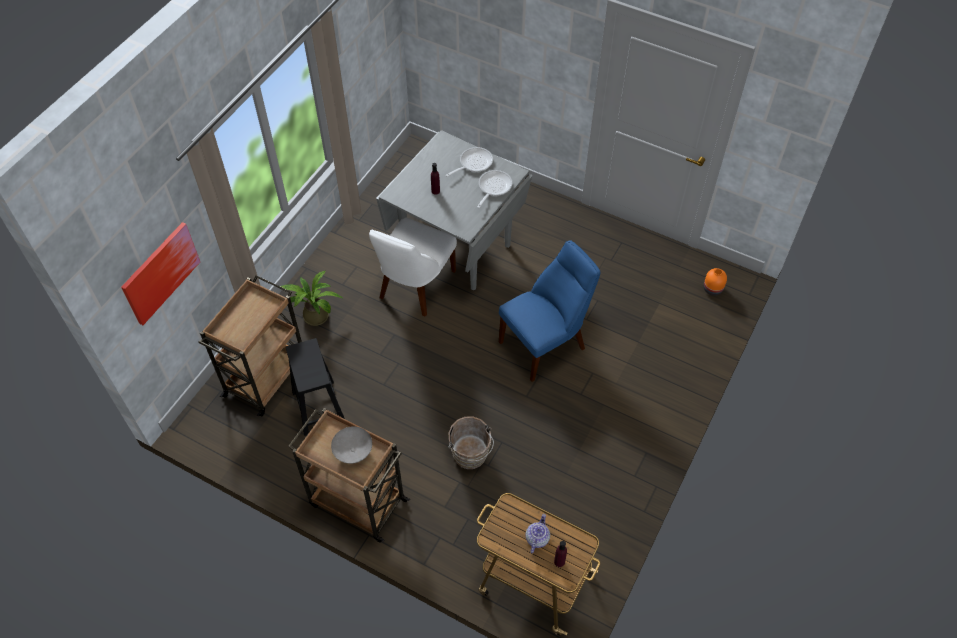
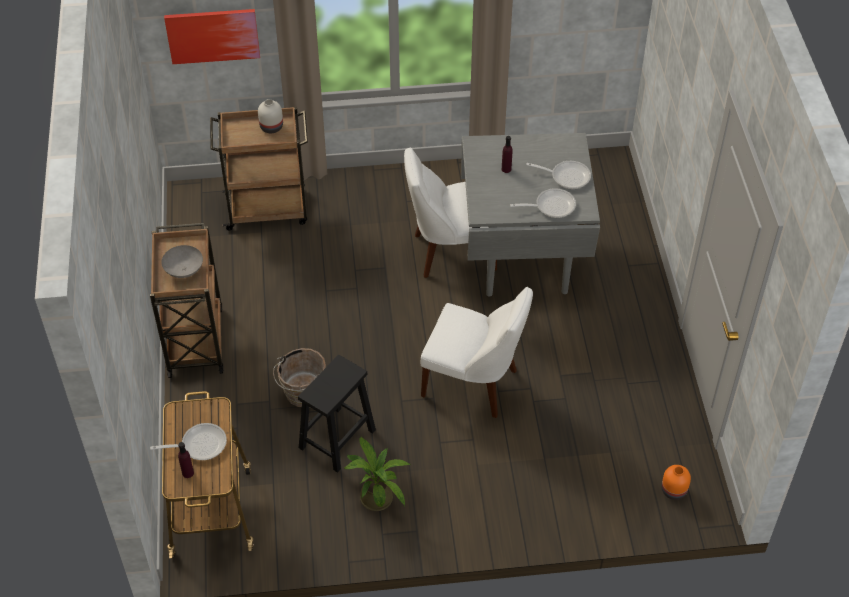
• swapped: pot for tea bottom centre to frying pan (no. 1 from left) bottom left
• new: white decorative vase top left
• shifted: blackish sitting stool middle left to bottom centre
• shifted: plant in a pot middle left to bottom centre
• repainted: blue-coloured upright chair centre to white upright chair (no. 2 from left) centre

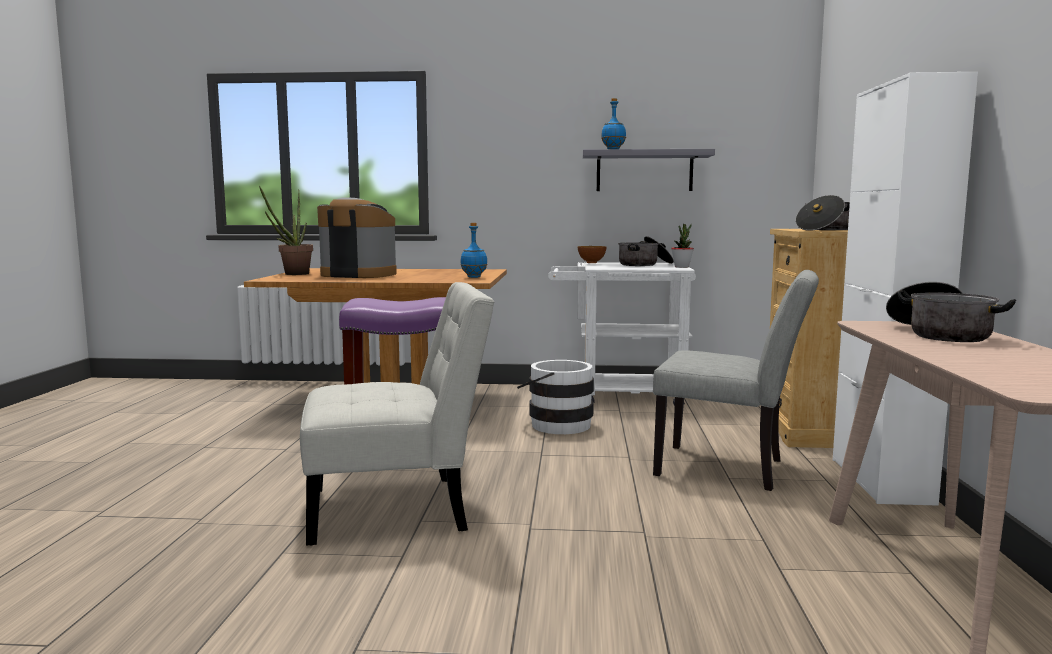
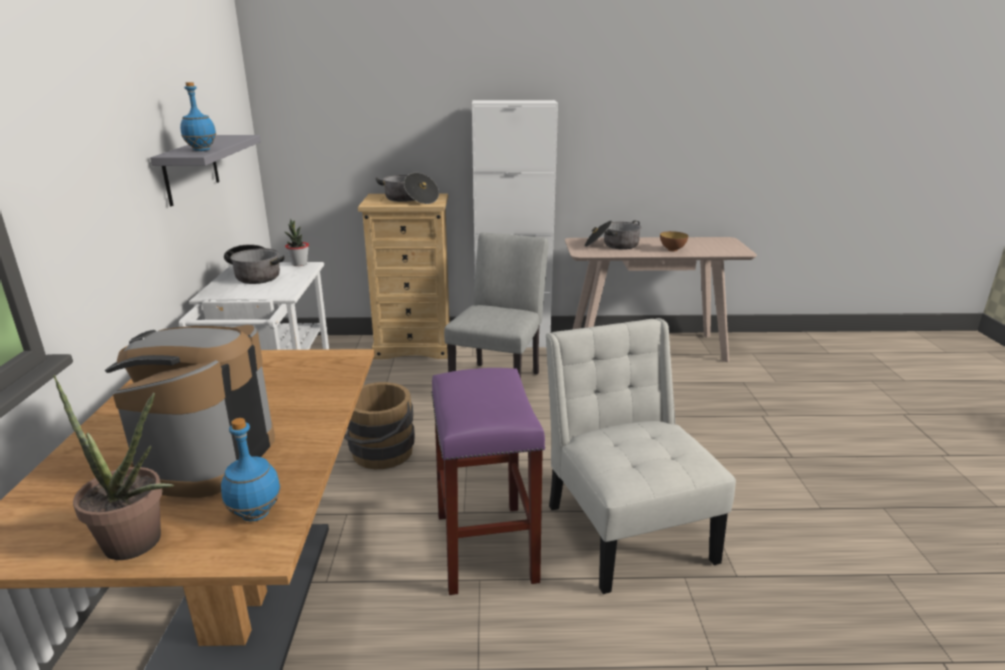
• shifted: blue-coloured drink bottle (no. 1 from left in the first image) centre to blue-coloured drink bottle (no. 2 from left) bottom left
• repainted: white water bucket centre to brown-coloured water bucket centre
• shifted: bowl centre to middle right

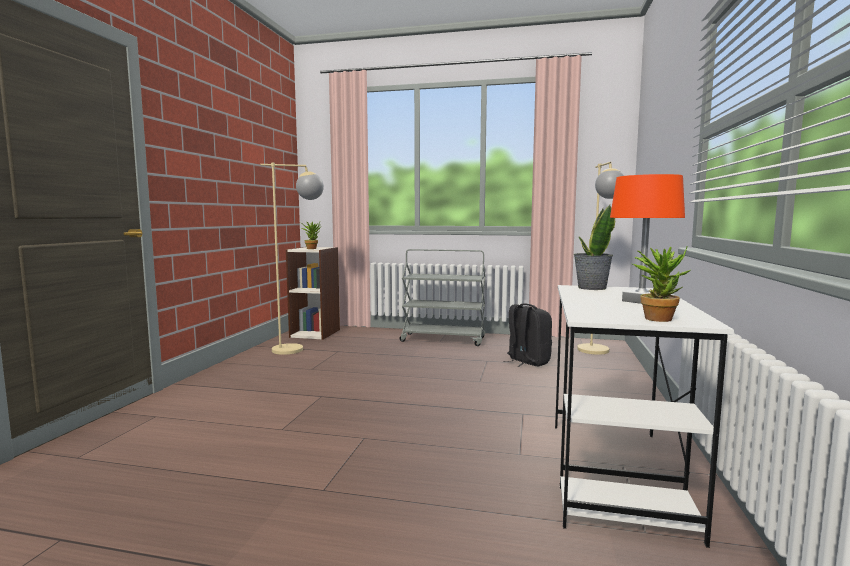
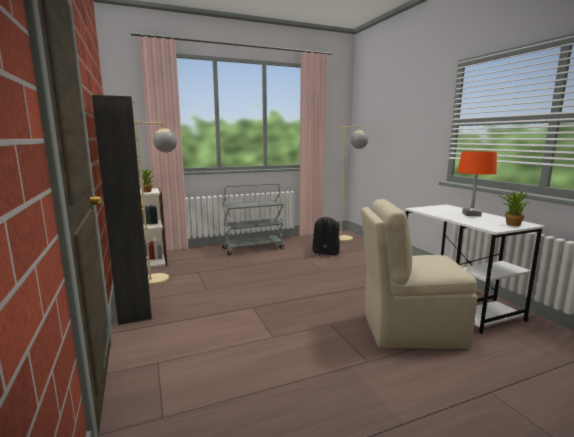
• new: blackish cabinet middle left
• new: beige-coloured upright chair middle right
• gone: plant in a pot (no. 2 from left) middle right

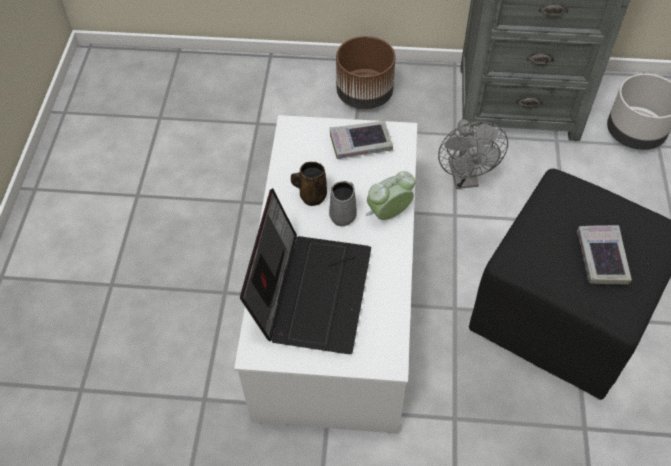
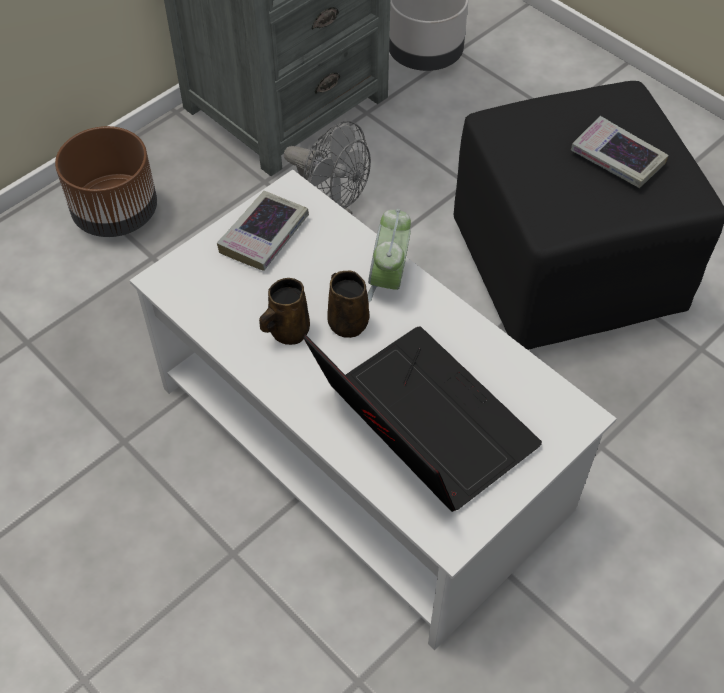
• repainted: gray tea mug centre to brown-coloured tea mug (no. 2 from left) centre

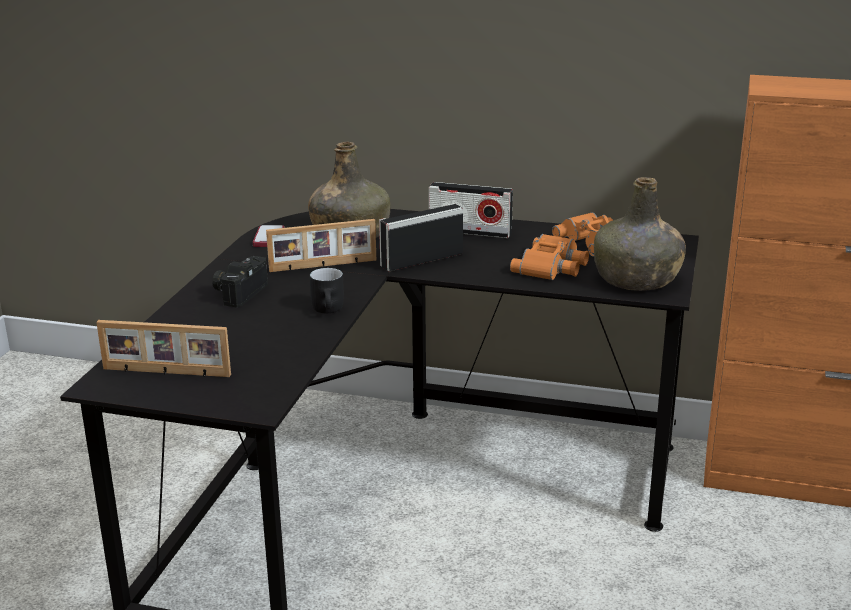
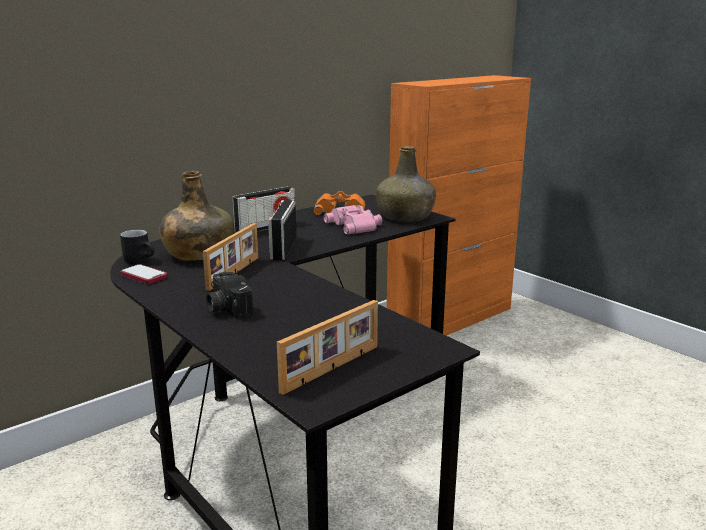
• shifted: blackish tea mug centre to middle left
• repainted: orange-coloured pair of binoculars (no. 1 from left) centre to pinkish pair of binoculars centre

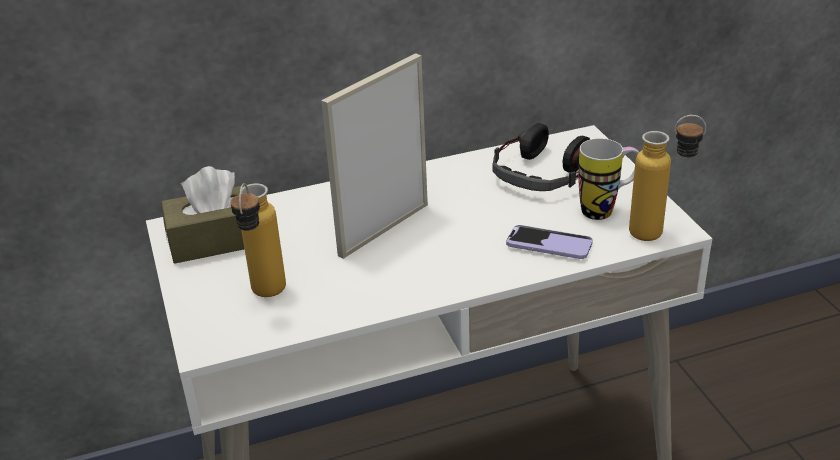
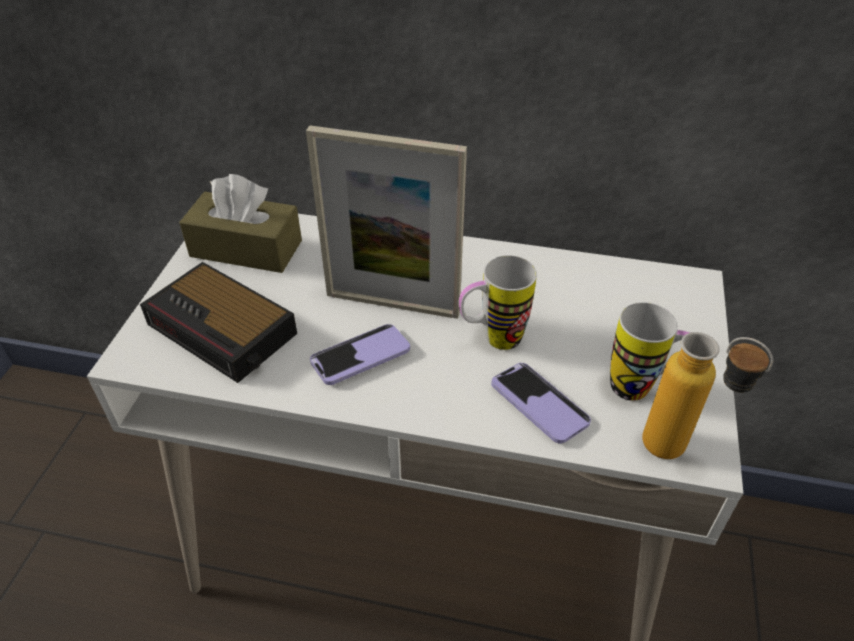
• swapped: drink bottle (no. 1 from left) middle left to table clock middle left
• rotated: picture frame centre = centre 150 degrees counterclockwise
• new: telephone (no. 1 from left) centre
• new: tea mug (no. 1 from left) centre
• gone: pair of headphones centre

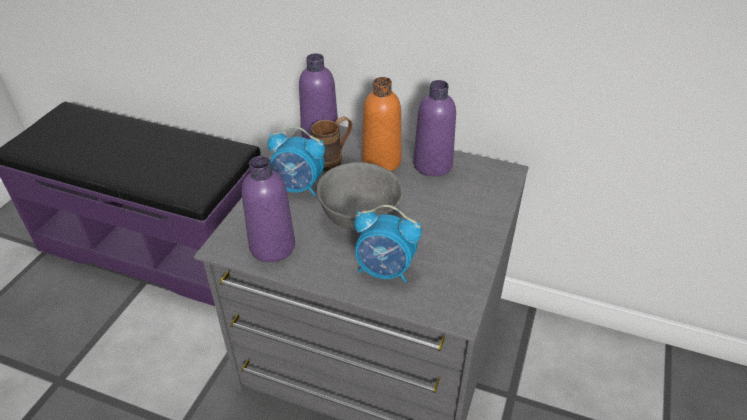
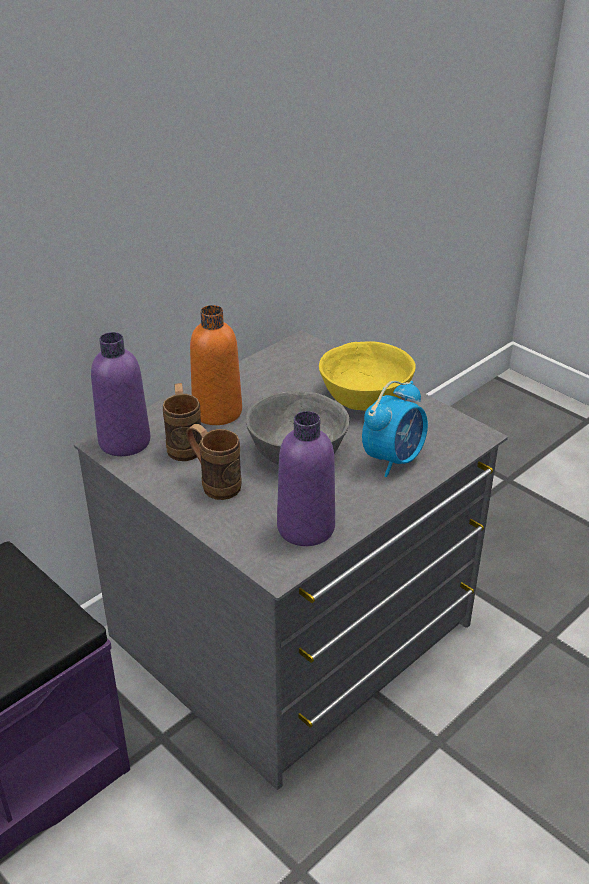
• swapped: table clock (no. 1 from left) centre to brown-coloured tea mug (no. 2 from left) centre
• new: yellow-coloured bowl centre
• gone: purplish drink bottle (no. 3 from left) top centre

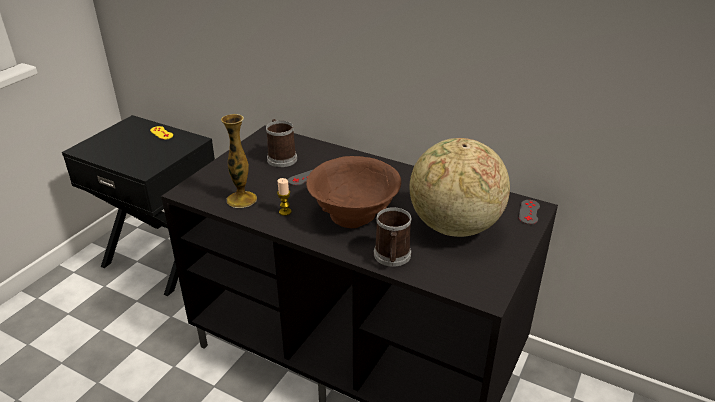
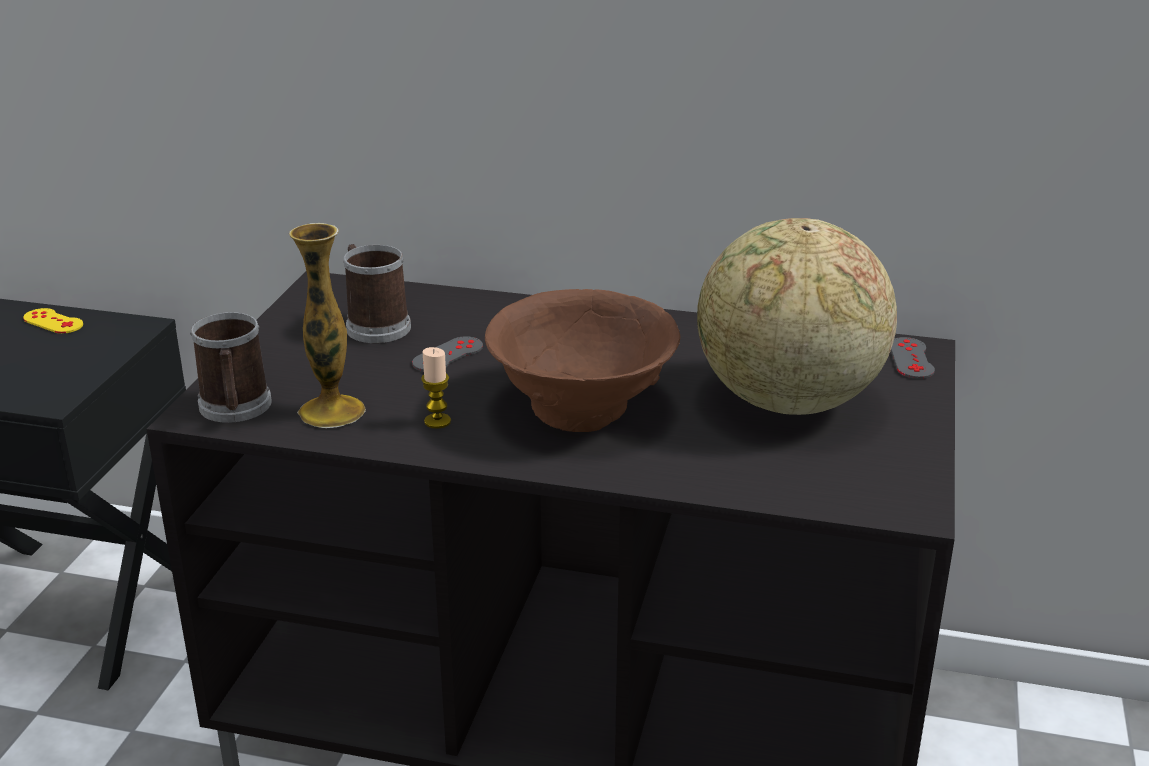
• shifted: tea mug (no. 2 from left in the first image) centre to tea mug (no. 1 from left) middle left

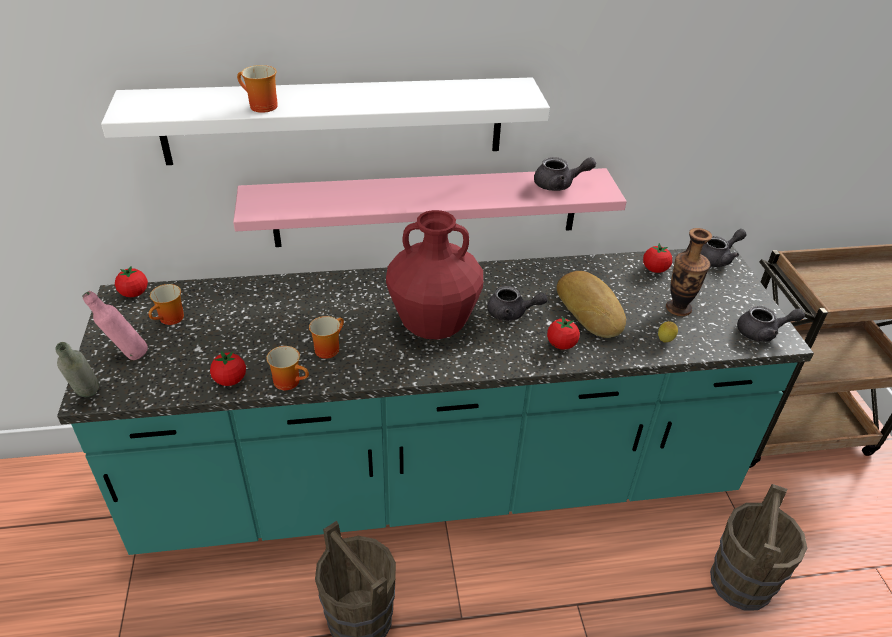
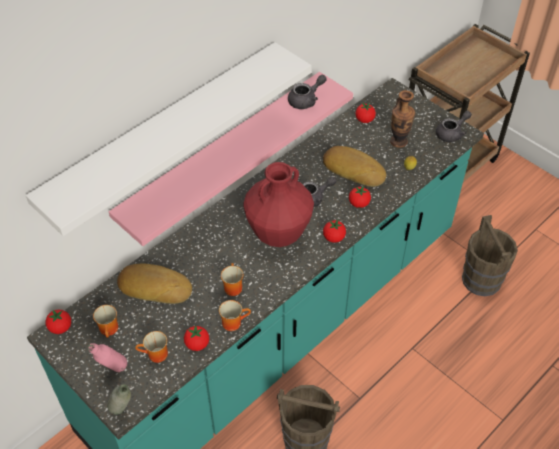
• new: baked bread (no. 1 from left) middle left
• shifted: tea mug (no. 2 from left) top left to bottom left
• new: whole tomato (no. 3 from left) centre
• gone: gray pot for tea (no. 3 from left) middle right

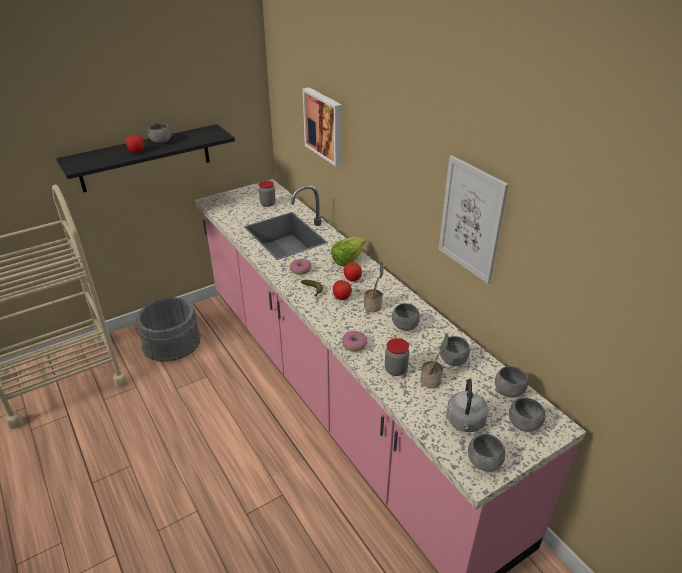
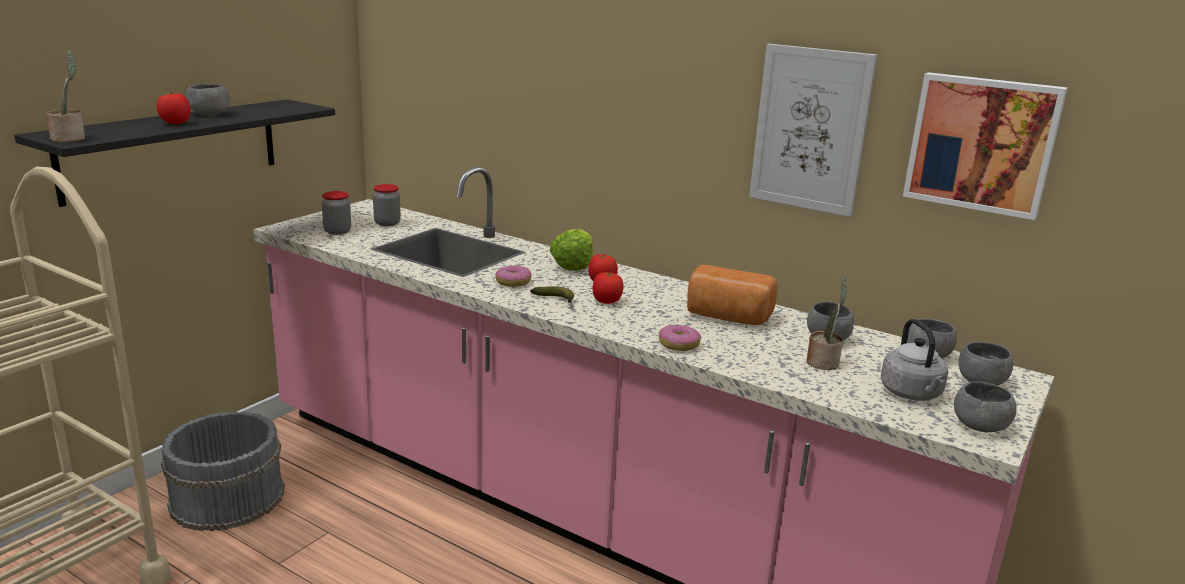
• shifted: plant in a pot (no. 1 from left) centre to top left
• shifted: jar (no. 2 from left in the first image) centre to jar (no. 1 from left) middle left
• swapped: gray bowl (no. 2 from left) centre to baked bread centre
• shifted: wall picture (no. 1 from left in the first image) top centre to wall picture (no. 2 from left) top right

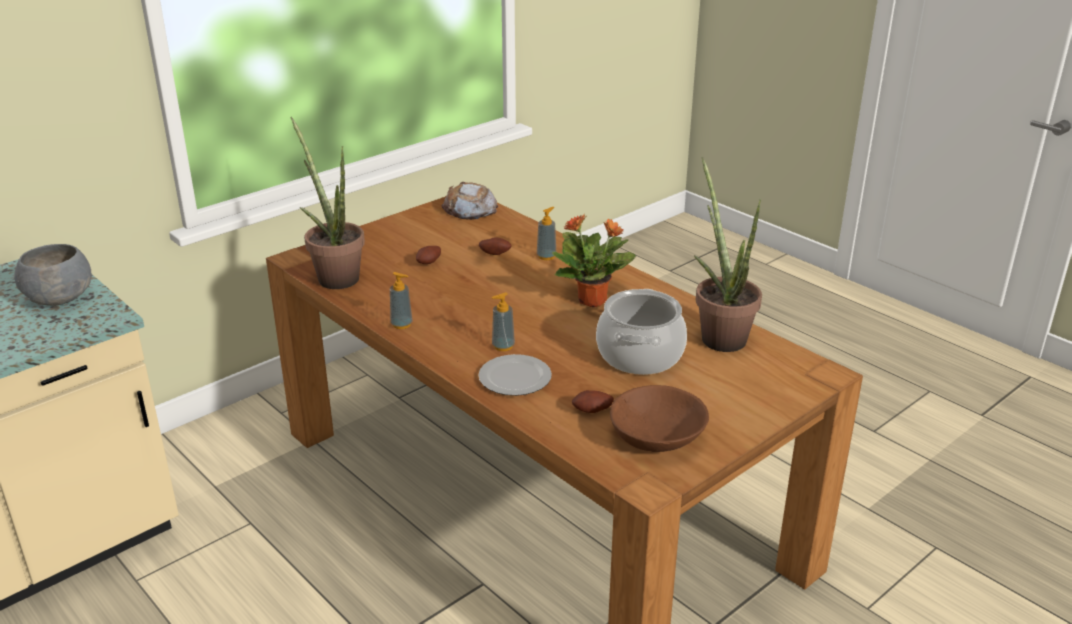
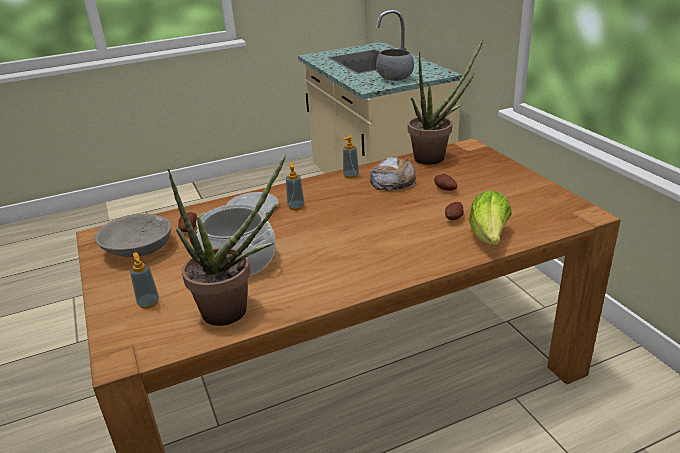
• repainted: brown-coloured bowl bottom centre to gray bowl (no. 1 from left) middle left
• shifted: soap dispenser (no. 3 from left in the first image) centre to soap dispenser (no. 1 from left) middle left
• shifted: baked bread top centre to centre
• new: lettuce middle right
• gone: plant in a pot (no. 2 from left) centre

